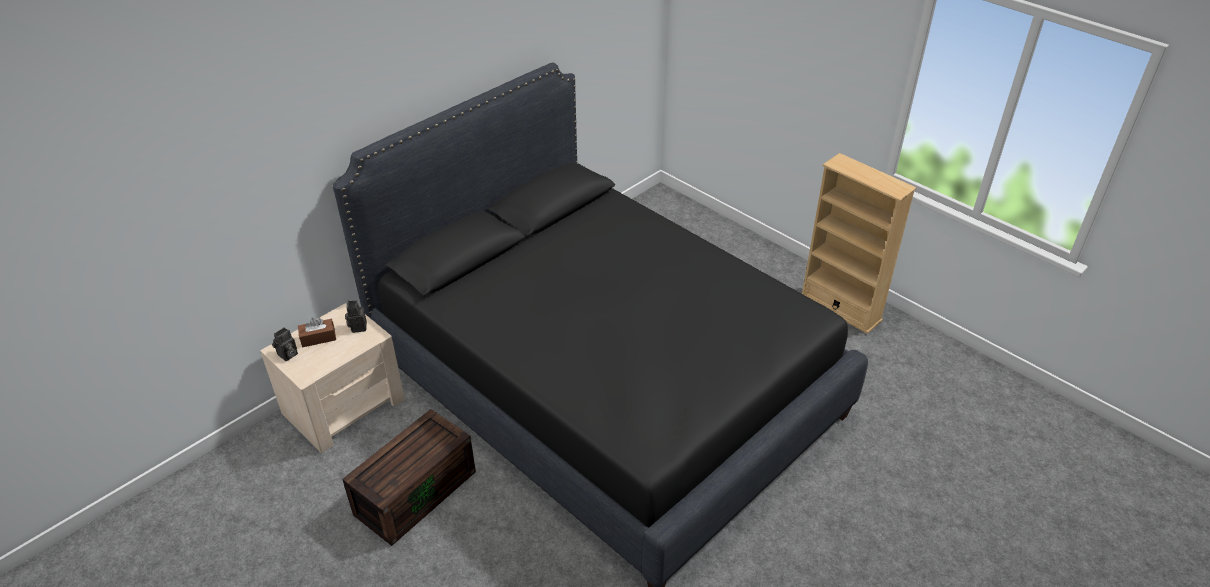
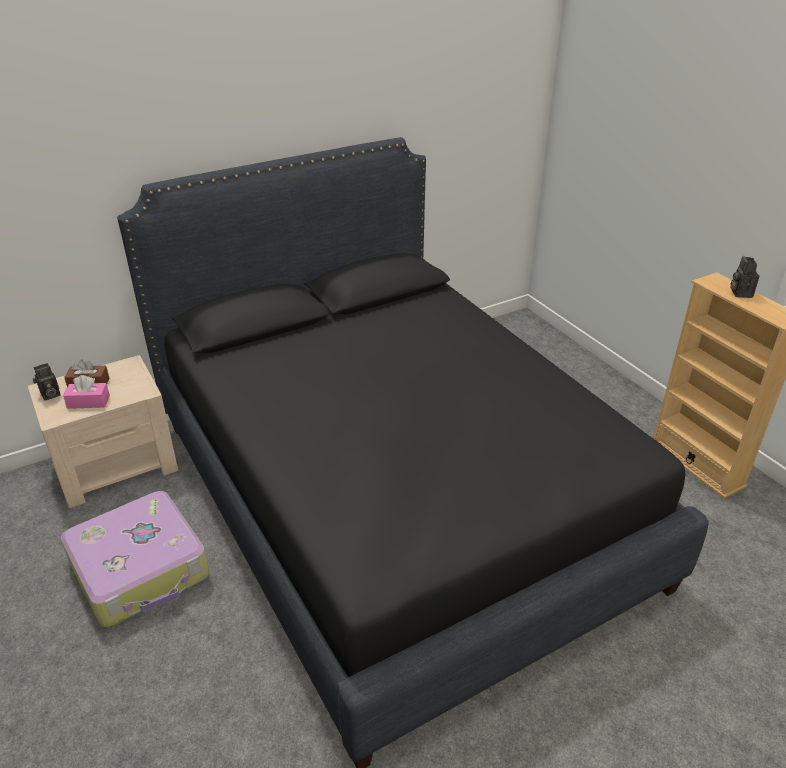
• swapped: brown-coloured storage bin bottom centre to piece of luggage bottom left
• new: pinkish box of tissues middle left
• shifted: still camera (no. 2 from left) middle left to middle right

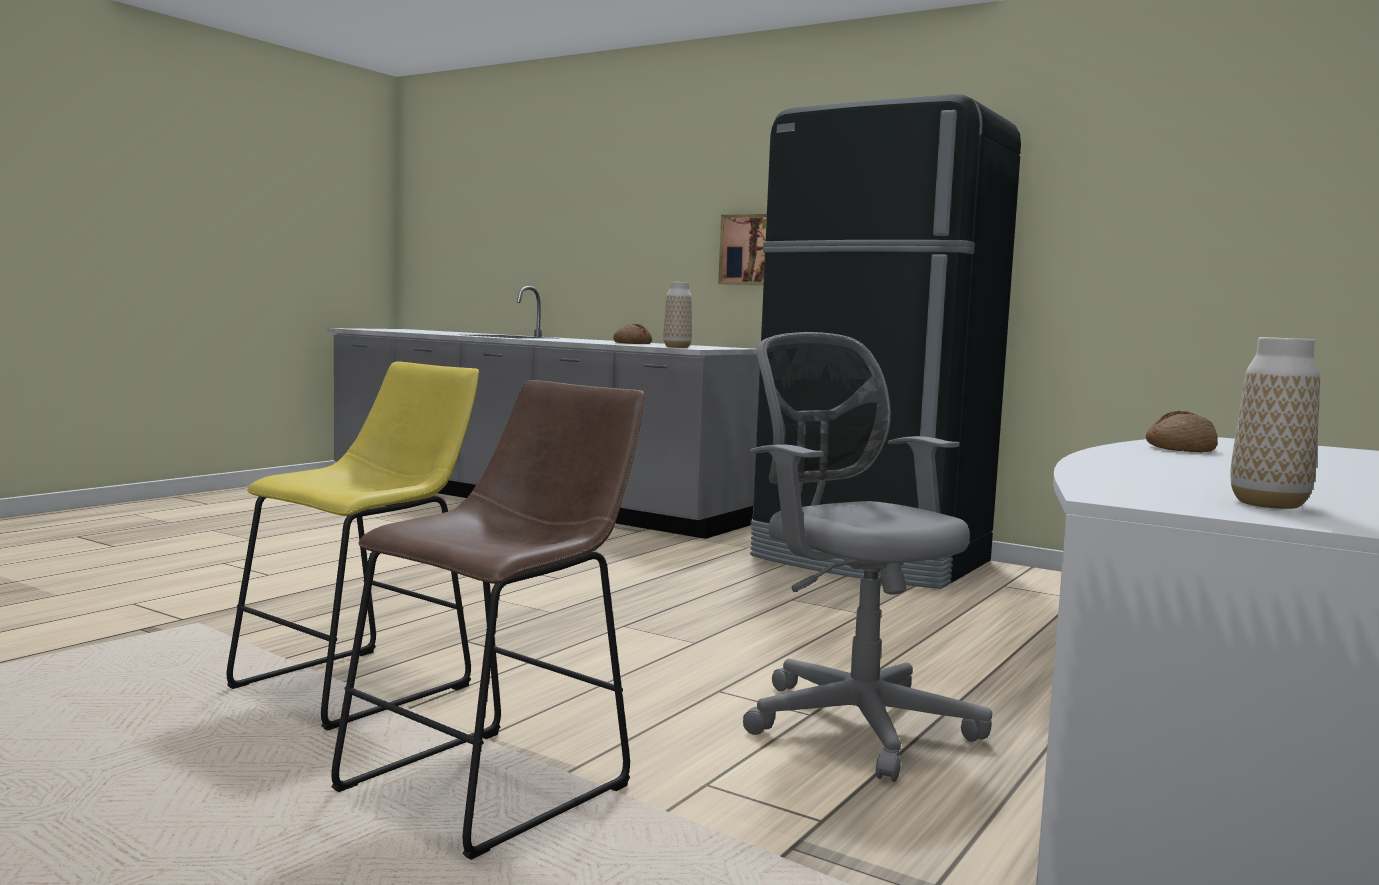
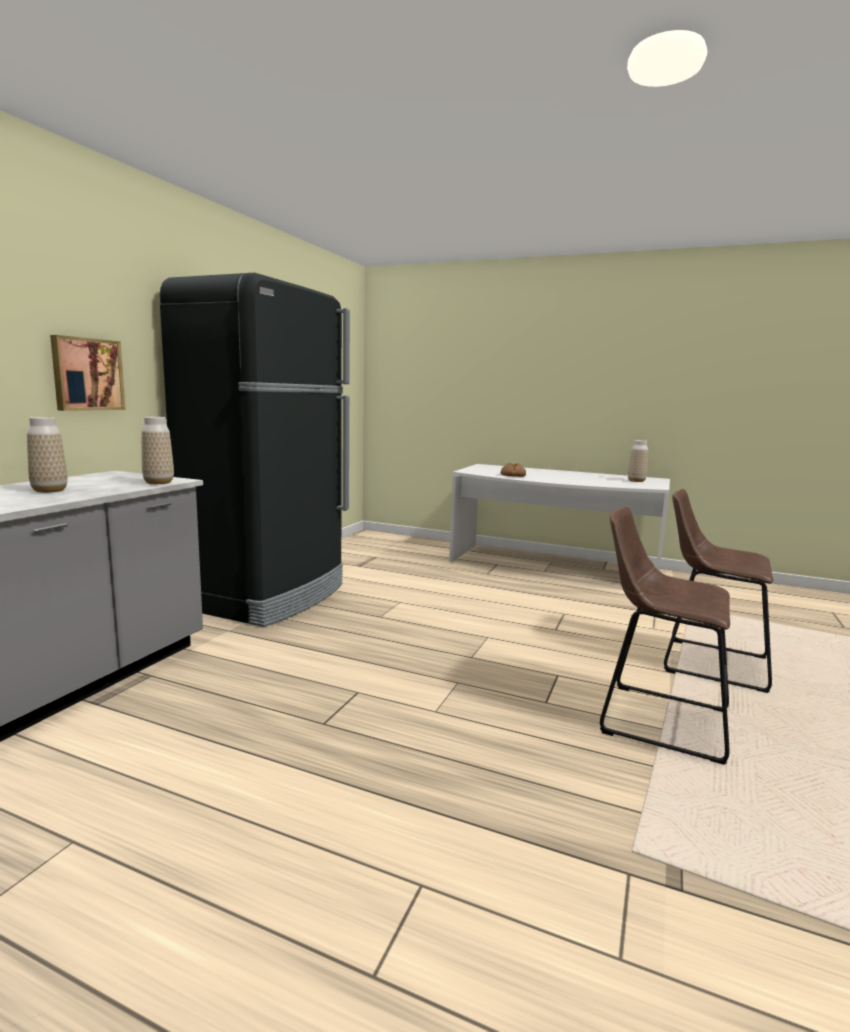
• swapped: baked bread (no. 1 from left) centre to decorative vase (no. 1 from left) middle left
• repainted: yellow-coloured sitting stool middle left to brown-coloured sitting stool (no. 1 from left) middle right
• gone: gray desk chair centre

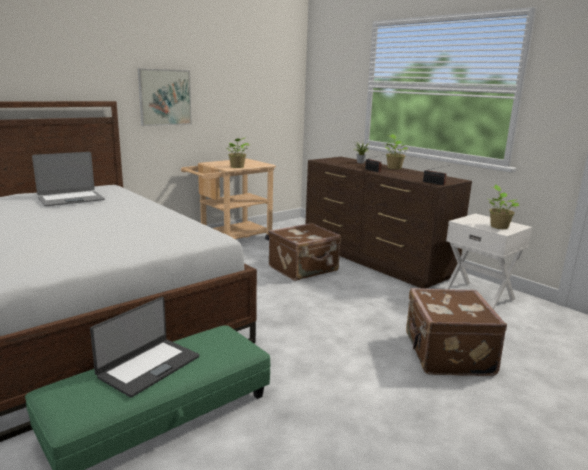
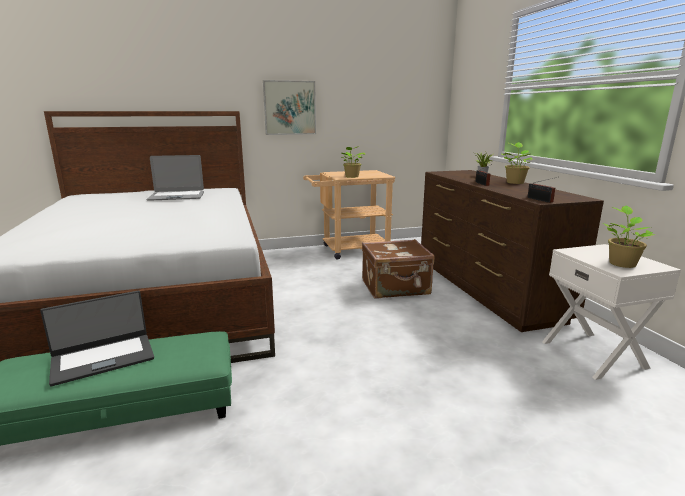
• gone: brown-coloured piece of luggage (no. 2 from left) bottom right

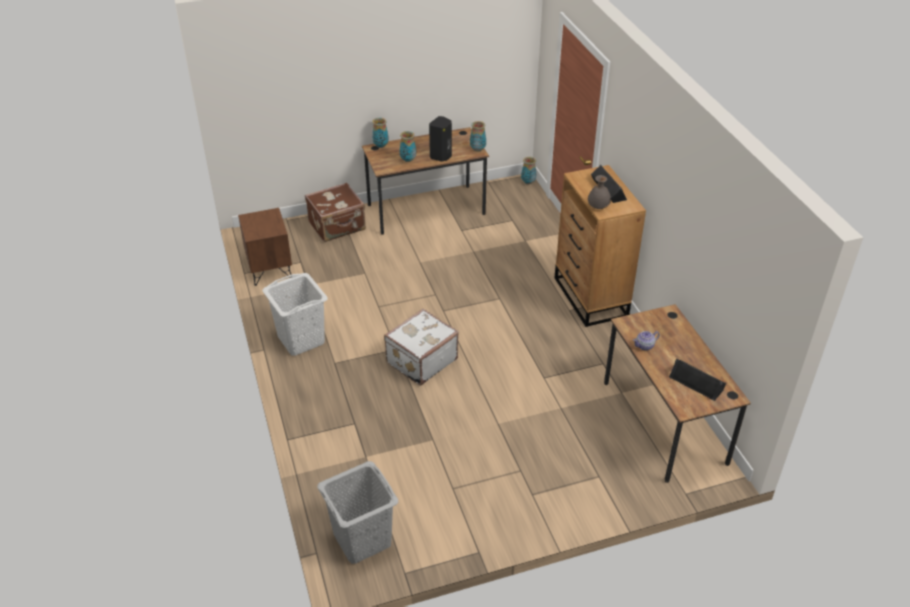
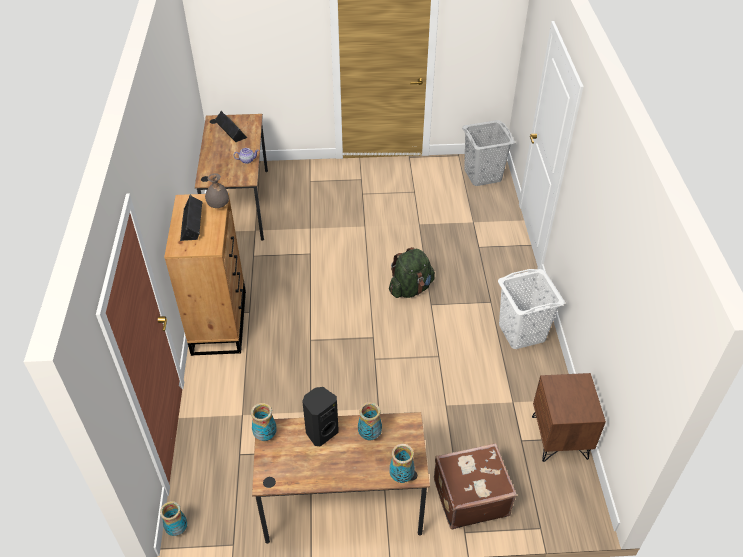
• swapped: white piece of luggage centre to green-coloured knapsack centre

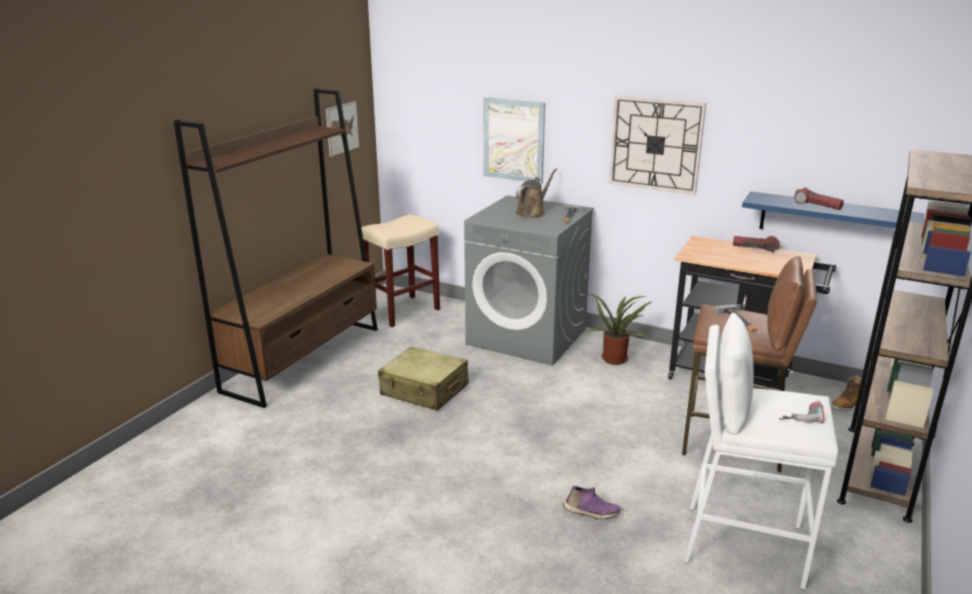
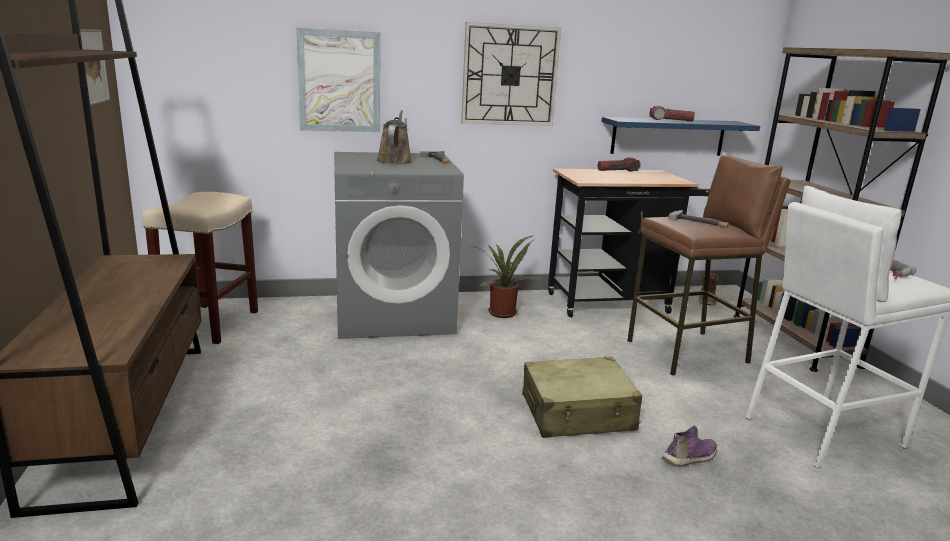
• shifted: beige-coloured piece of luggage centre to bottom centre

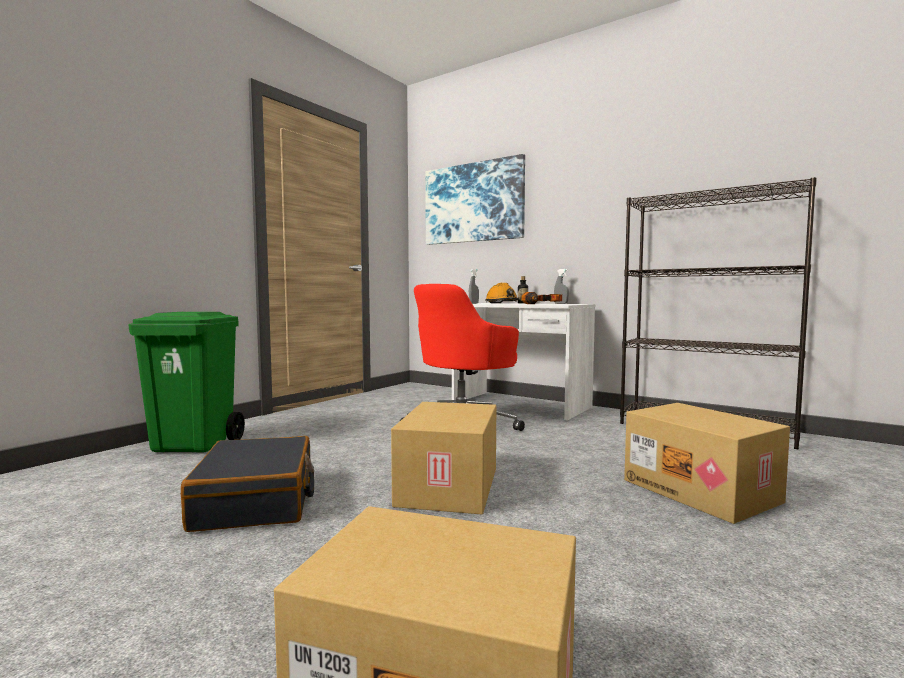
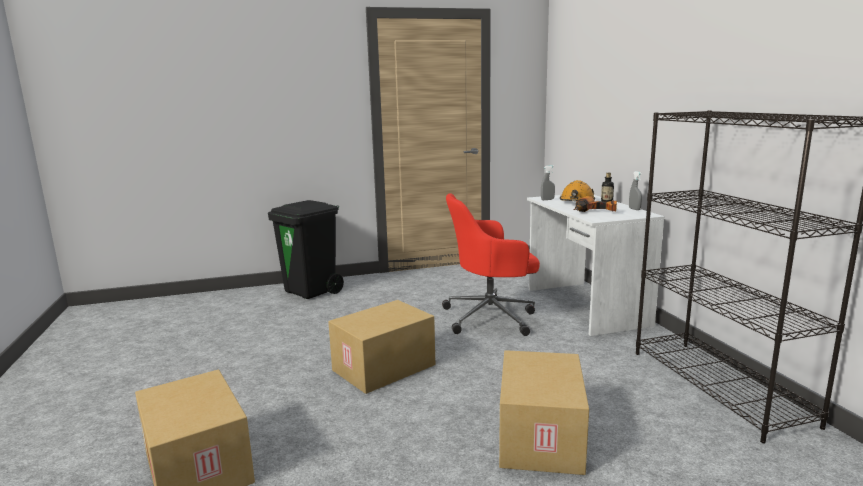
• repainted: green-coloured waste bin middle left to blackish waste bin centre
• gone: blackish piece of luggage bottom left
• gone: wall picture top centre

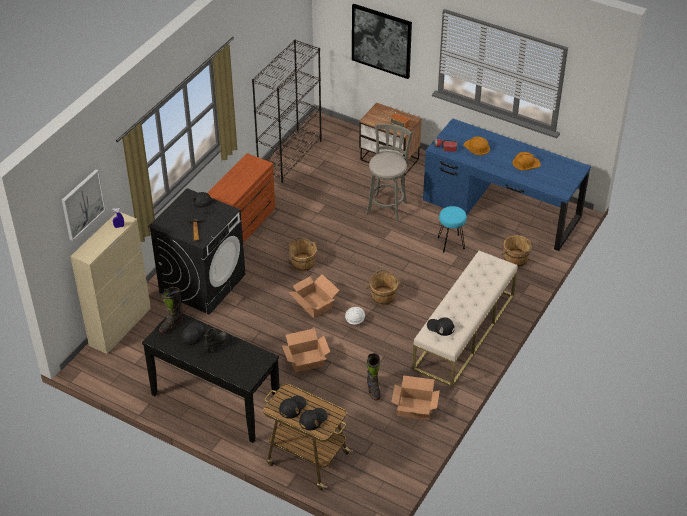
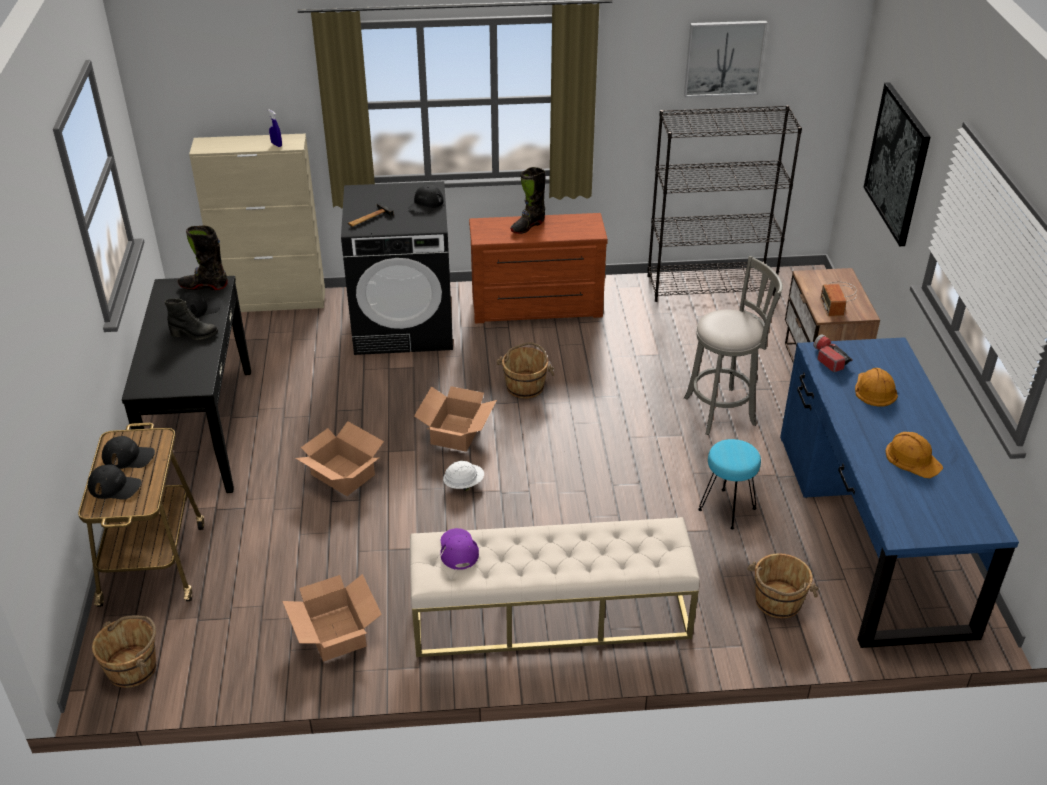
• shifted: brown-coloured water bucket (no. 2 from left in the first image) centre to brown-coloured water bucket (no. 1 from left) bottom left
• repainted: blackish peaked cap (no. 5 from left) centre to purplish peaked cap bottom centre
• shifted: blackish boot (no. 3 from left) bottom centre to top centre
• shifted: wall picture (no. 1 from left) middle left to top right

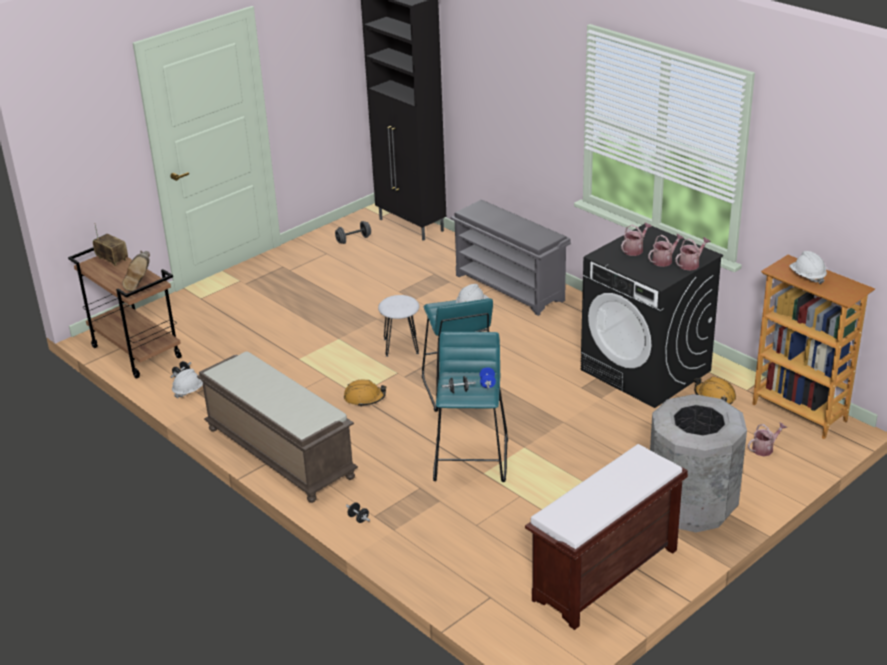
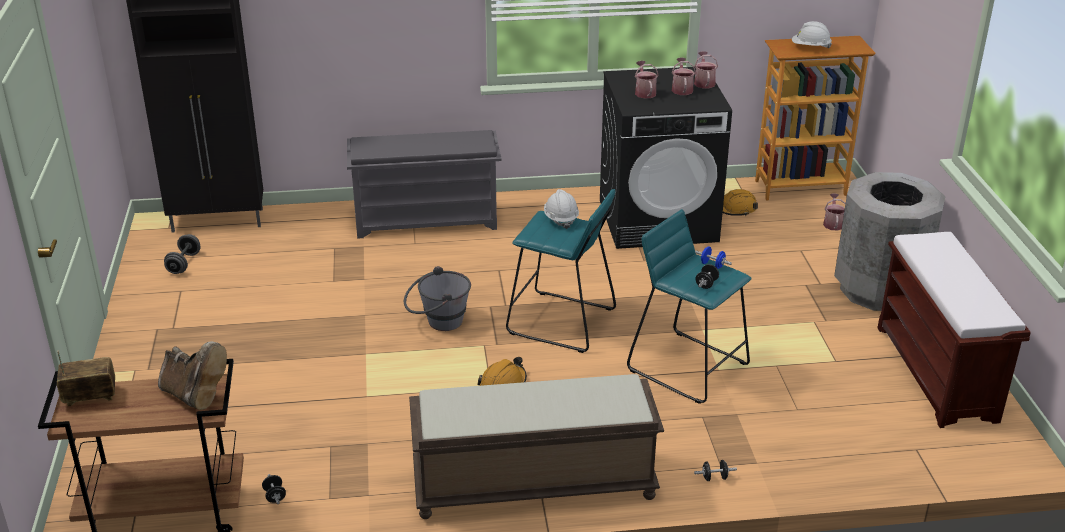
• swapped: white sitting stool centre to gray water bucket centre
• gone: white hard hat (no. 1 from left) middle left

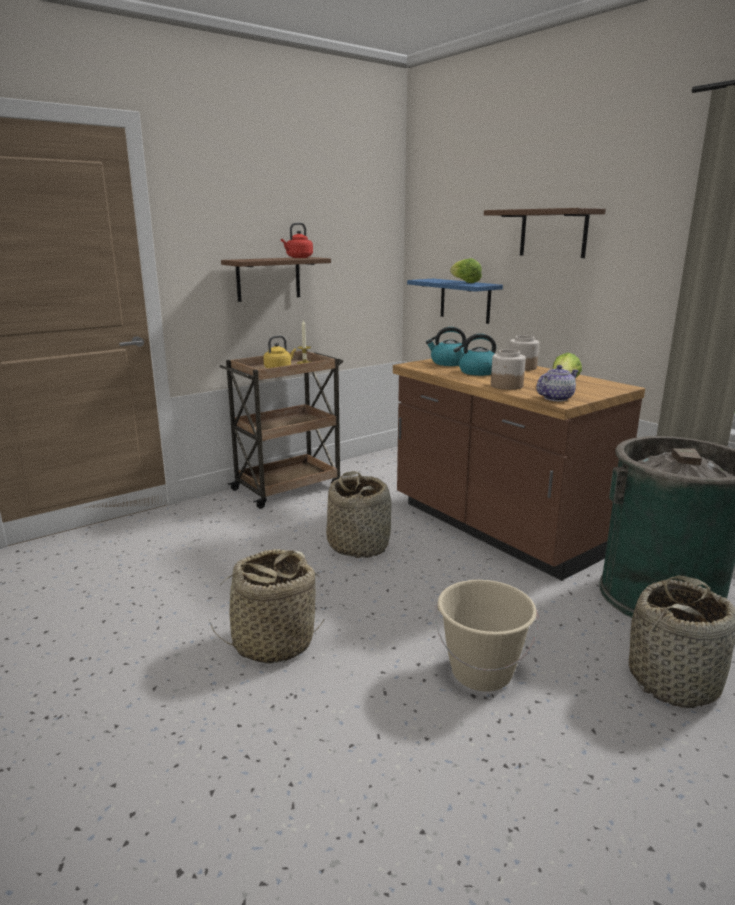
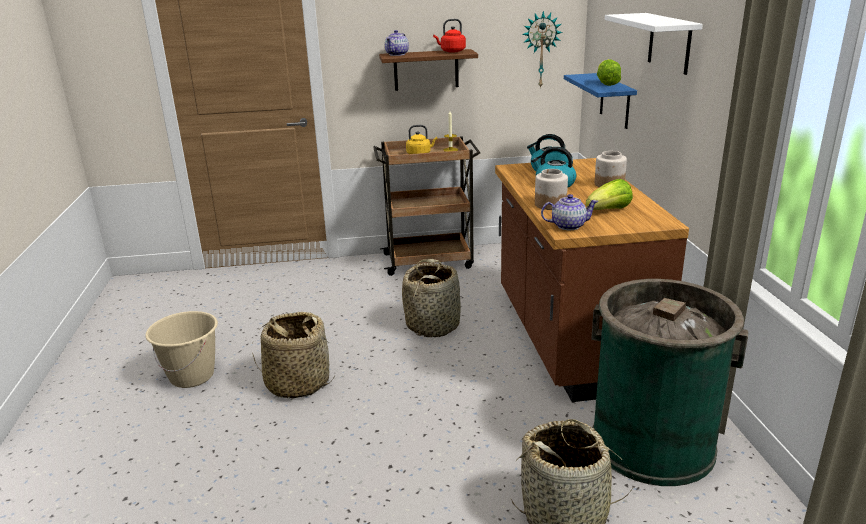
• shifted: beige-coloured water bucket bottom centre to middle left
• new: pot for tea (no. 1 from left) top centre
• new: hanging clock top centre
• repainted: brown-coloured shelf (no. 2 from left) top right to white shelf top right

